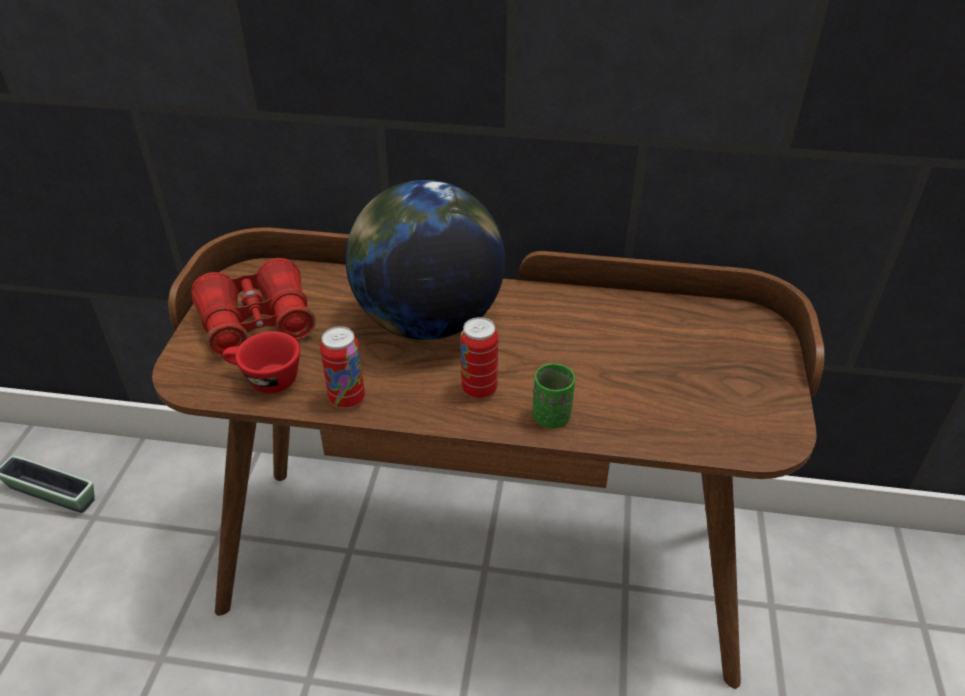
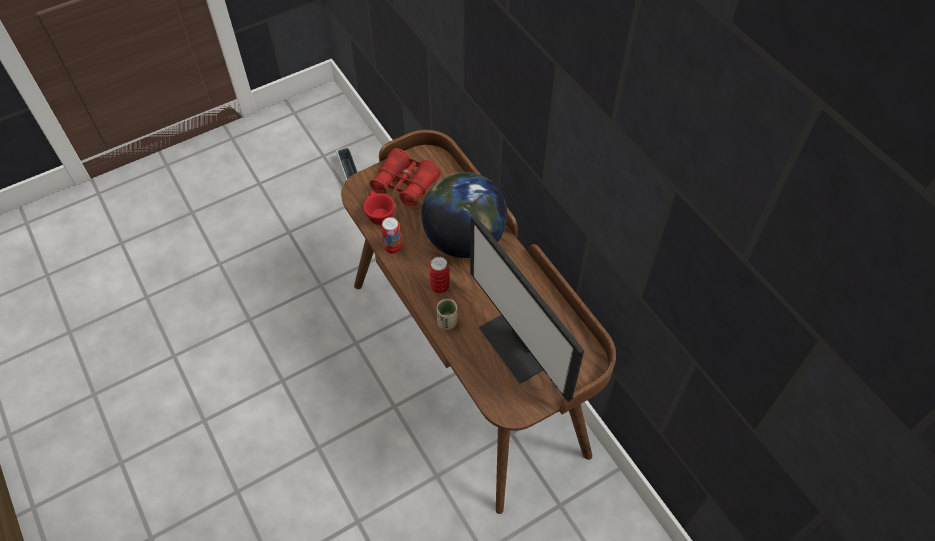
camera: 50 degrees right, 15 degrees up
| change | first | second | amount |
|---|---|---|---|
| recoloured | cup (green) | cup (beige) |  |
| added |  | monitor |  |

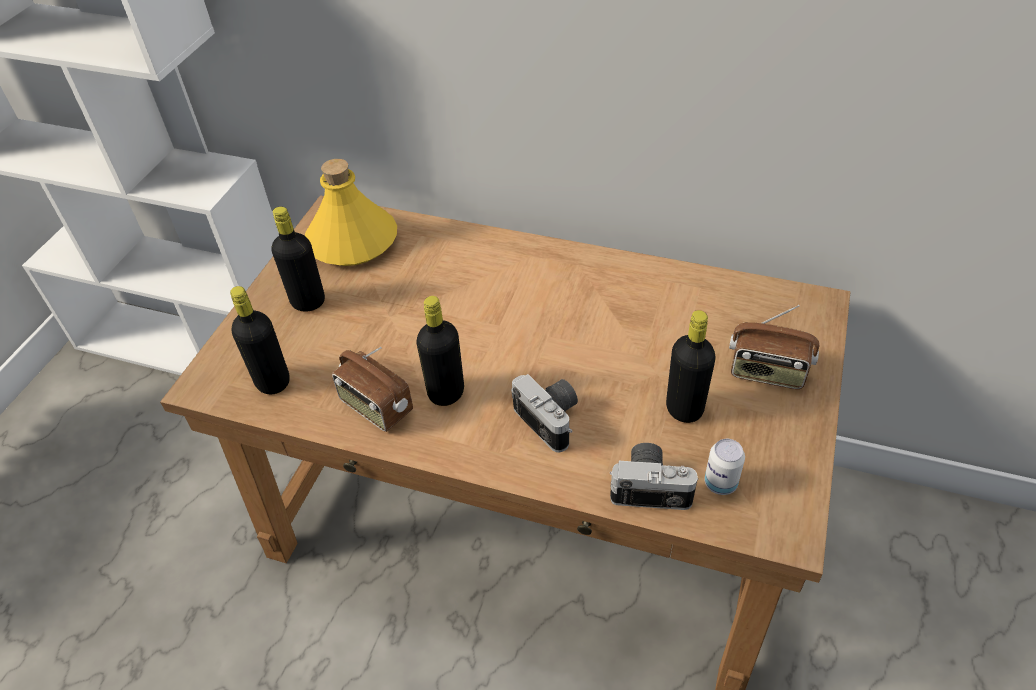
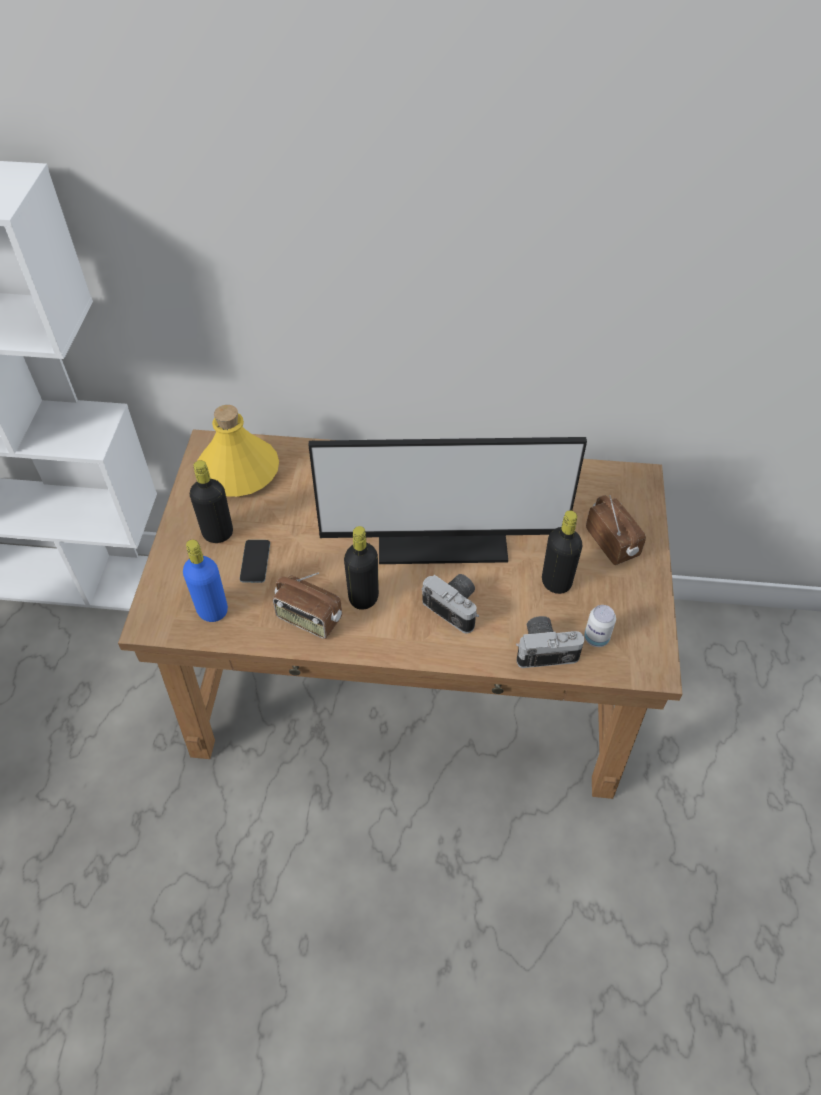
camera: 15 degrees left, 5 degrees up
| change | first | second | amount |
|---|---|---|---|
| recoloured | bottle (black) (1st from left) | bottle (blue) |  |
| added |  | phone |  |
| added |  | monitor |  |
| turned | radio (2nd from left) |  | 120 degrees counterclockwise |

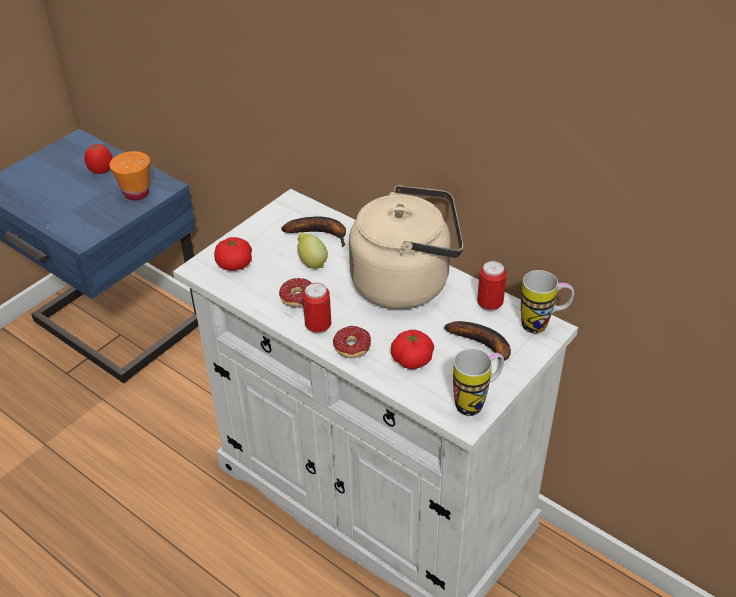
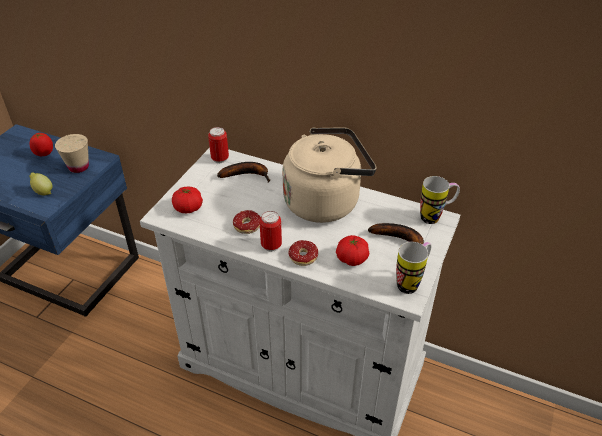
camera: 15 degrees left, 0 degrees up
| change | first | second | amount |
|---|---|---|---|
| moved | lemon |  |  |
| recoloured | cup (orange) | cup (beige) |  |
| moved | can (2nd from left in the first image) | can (1st from left) |  |

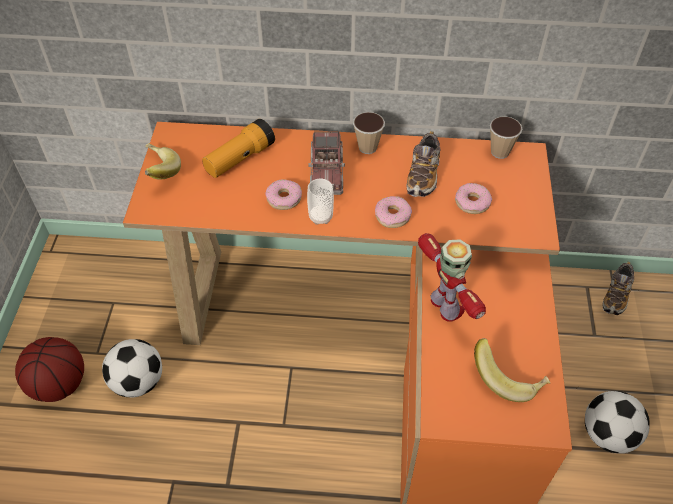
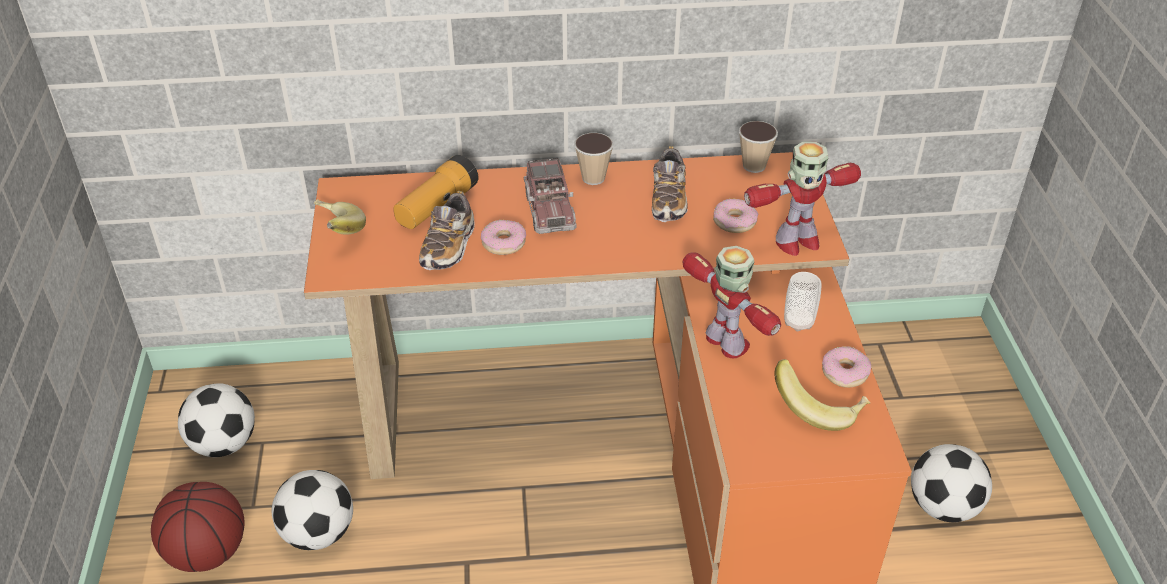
camera: 10 degrees left, 10 degrees down
| change | first | second | amount |
|---|---|---|---|
| added |  | football (1st from left) |  |
| moved | shoe (2nd from left in the first image) | shoe (1st from left) |  |
| added |  | toy robot (2nd from left) |  |
| moved | cup (1st from left in the first image) | cup (3rd from left) |  |
| moved | donut (2nd from left in the first image) | donut (3rd from left) |  |

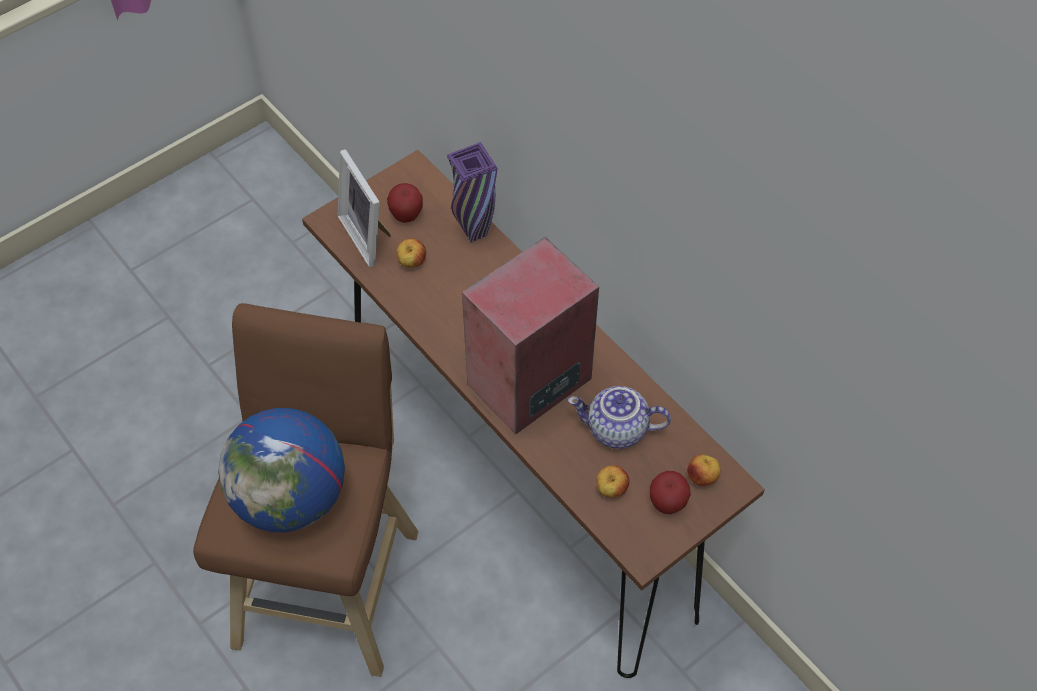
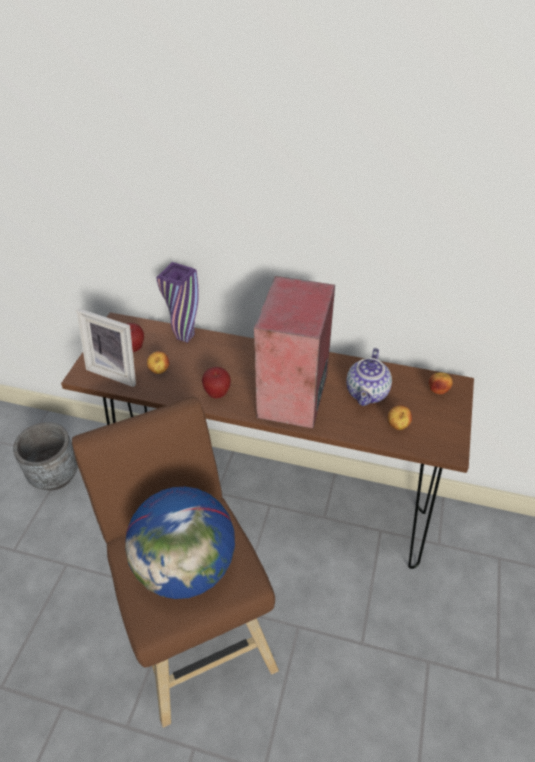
camera: 35 degrees left, 10 degrees down
| change | first | second | amount |
|---|---|---|---|
| added |  | planter (grey) |  |
| moved | apple (4th from left in the first image) | apple (3rd from left) |  |
| turned | teapot |  | 45 degrees counterclockwise |

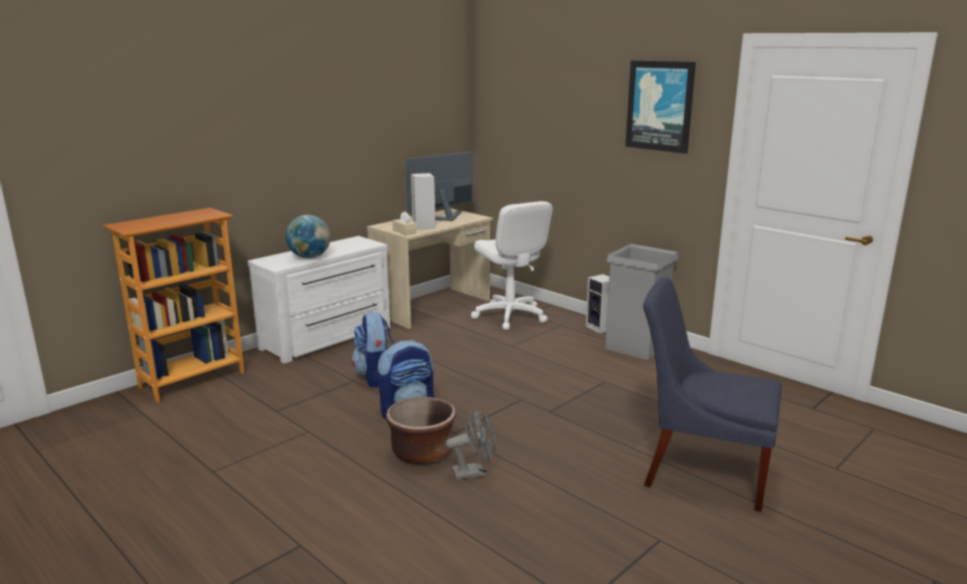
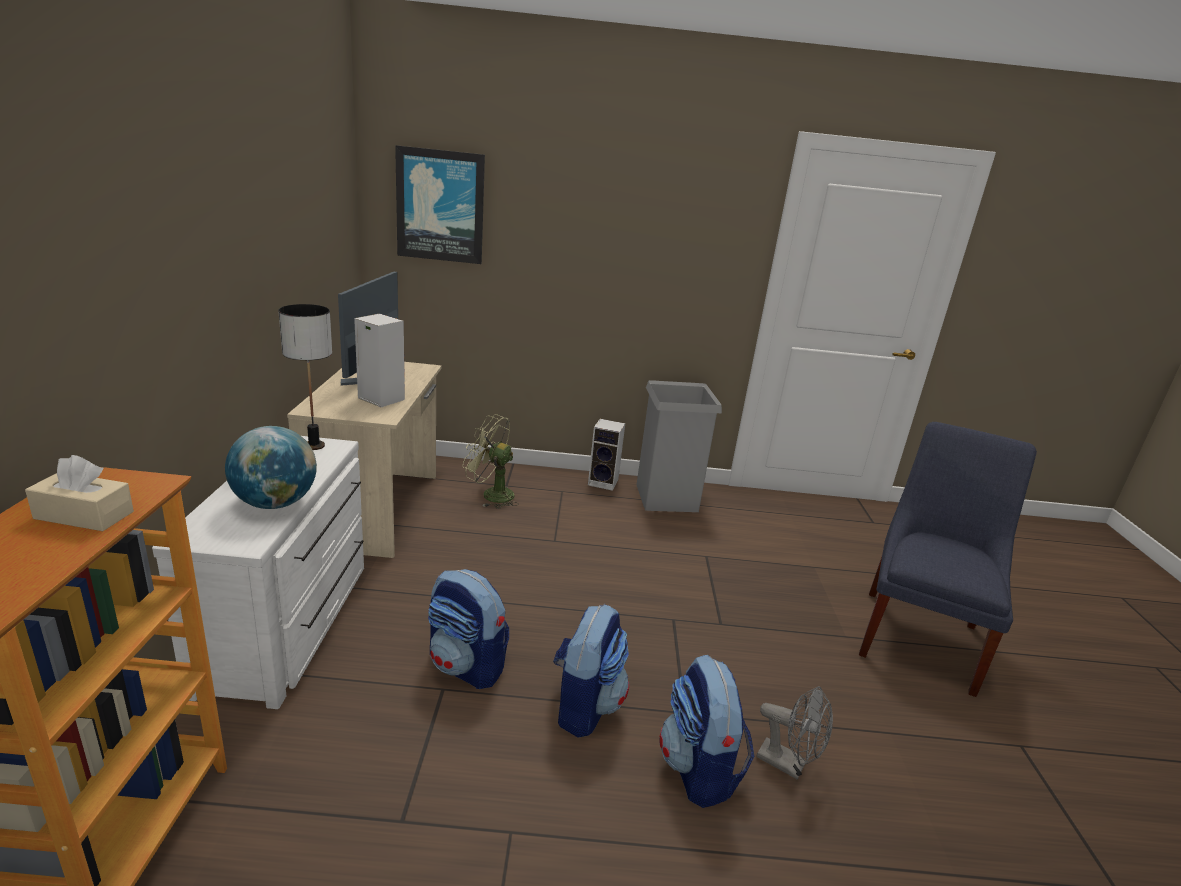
camera: 45 degrees left, 5 degrees up
| change | first | second | amount |
|---|---|---|---|
| moved | tissue box (beige) |  |  |
| added |  | table lamp |  |
| moved | picture |  |  |
| replaced | office chair (white) | fan (green) |  |
| replaced | planter (brown) | backpack (3rd from left) |  |
| turned | fan (grey) |  | 90 degrees clockwise |
| turned | chair (blue) |  | 135 degrees clockwise |

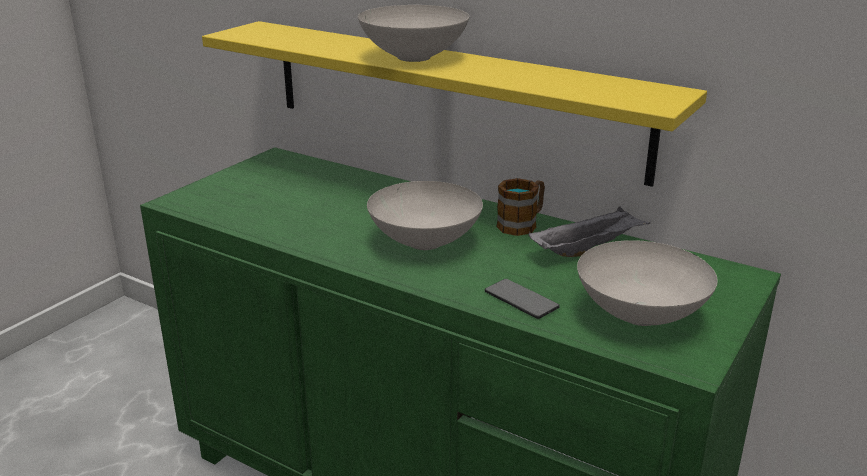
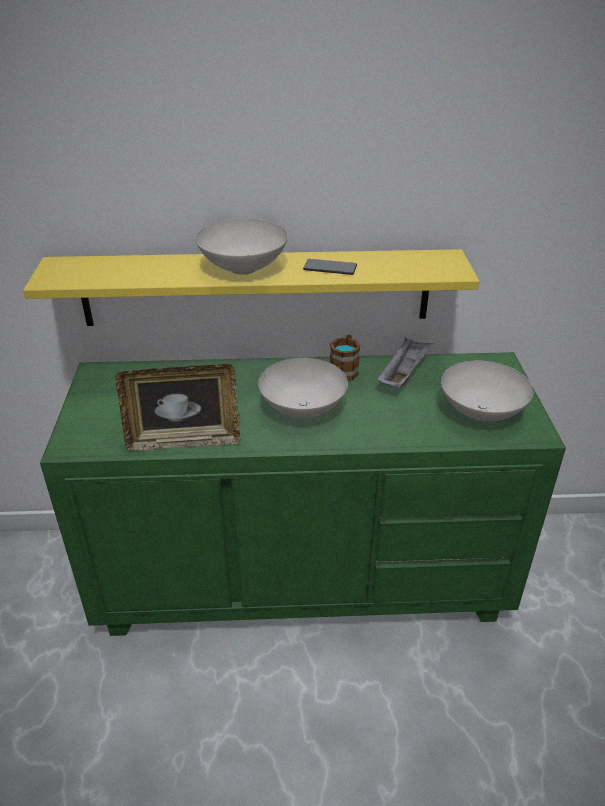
camera: 35 degrees left, 10 degrees up
| change | first | second | amount |
|---|---|---|---|
| added |  | picture frame |  |
| moved | phone |  |  |

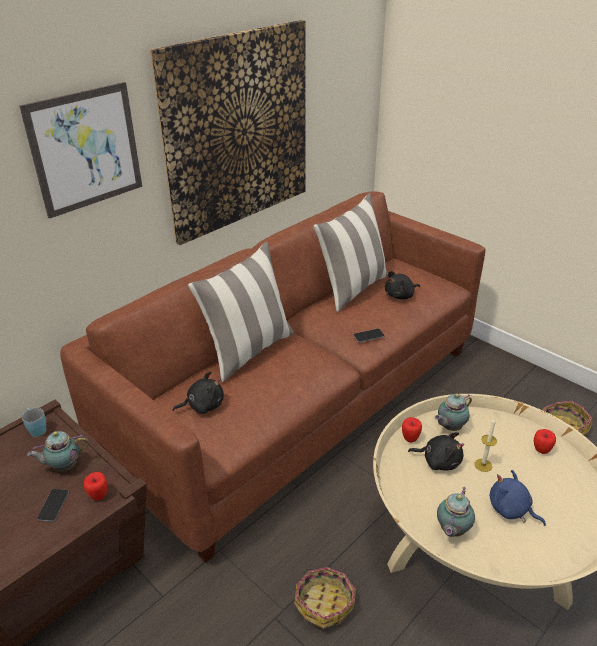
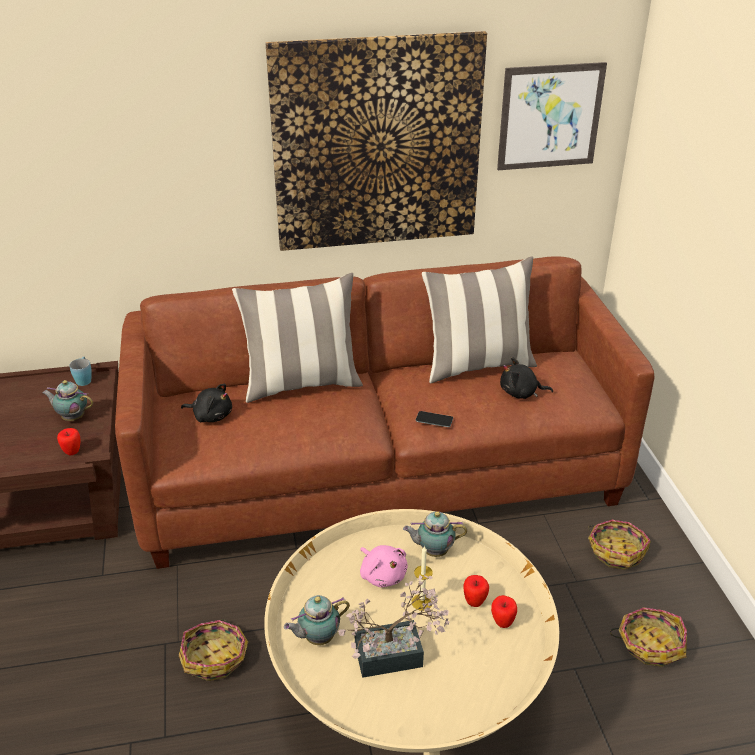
camera: 35 degrees right, 0 degrees up
| change | first | second | amount |
|---|---|---|---|
| replaced | plush toy (blue) | potted plant |  |
| recoloured | plush toy (black) (3rd from left) | plush toy (pink) |  |
| moved | apple (2nd from left) |  |  |
| moved | picture (1st from left in the first image) | picture (2nd from left) |  |
| added |  | basket (2nd from left) |  |
| removed | phone (1st from left) |  |  |

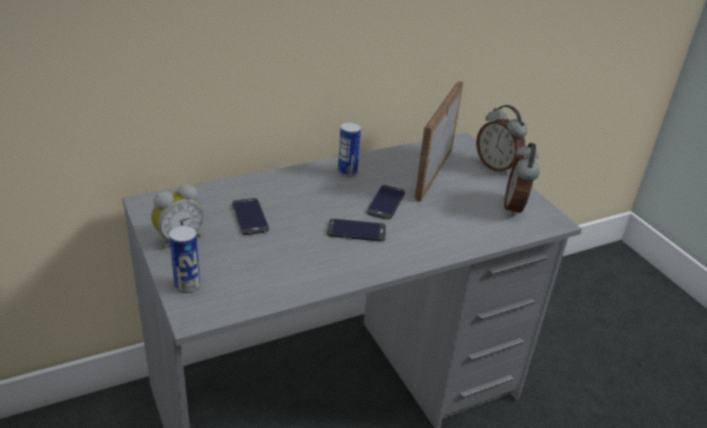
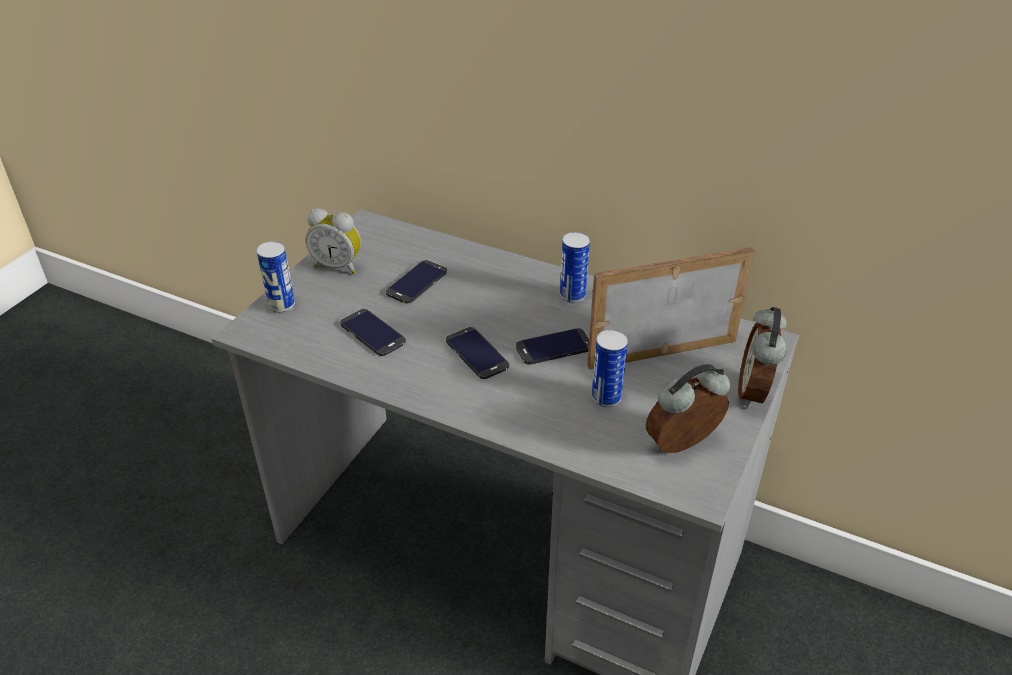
camera: 55 degrees right, 5 degrees up
| change | first | second | amount |
|---|---|---|---|
| added |  | phone (1st from left) |  |
| added |  | can (3rd from left) |  |

